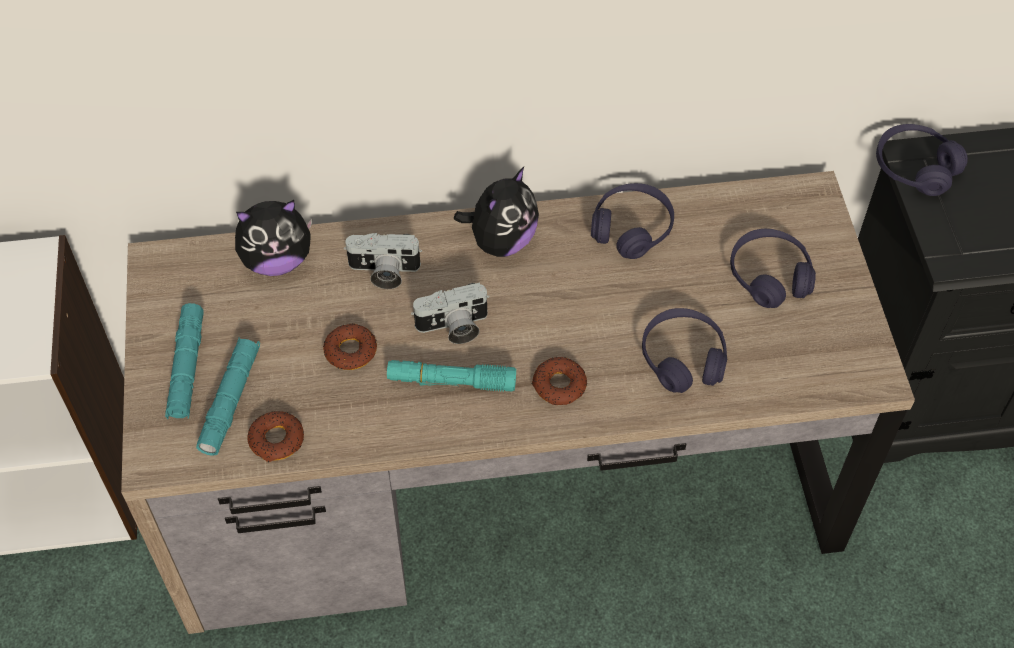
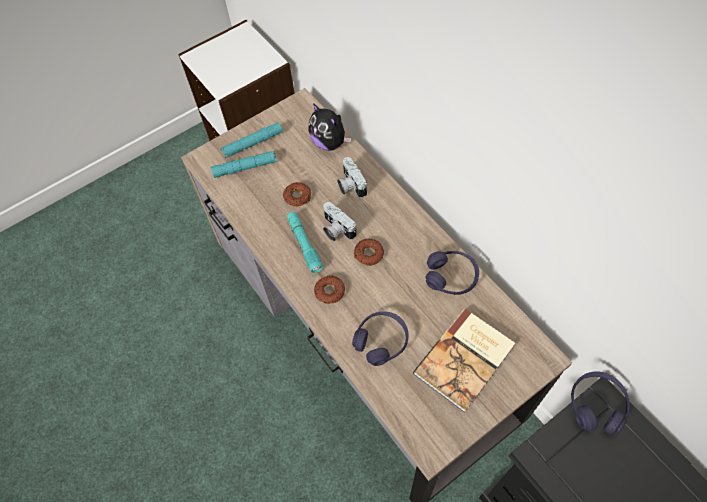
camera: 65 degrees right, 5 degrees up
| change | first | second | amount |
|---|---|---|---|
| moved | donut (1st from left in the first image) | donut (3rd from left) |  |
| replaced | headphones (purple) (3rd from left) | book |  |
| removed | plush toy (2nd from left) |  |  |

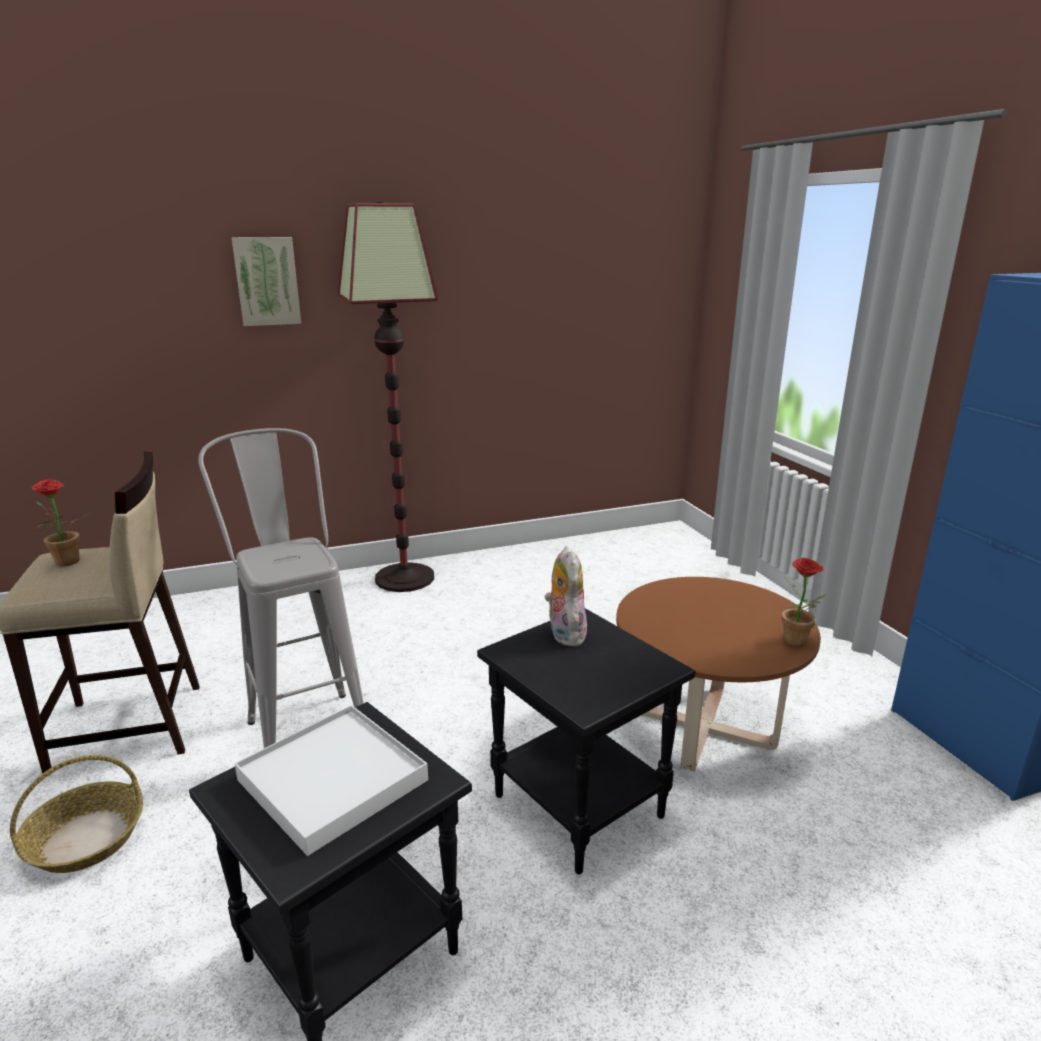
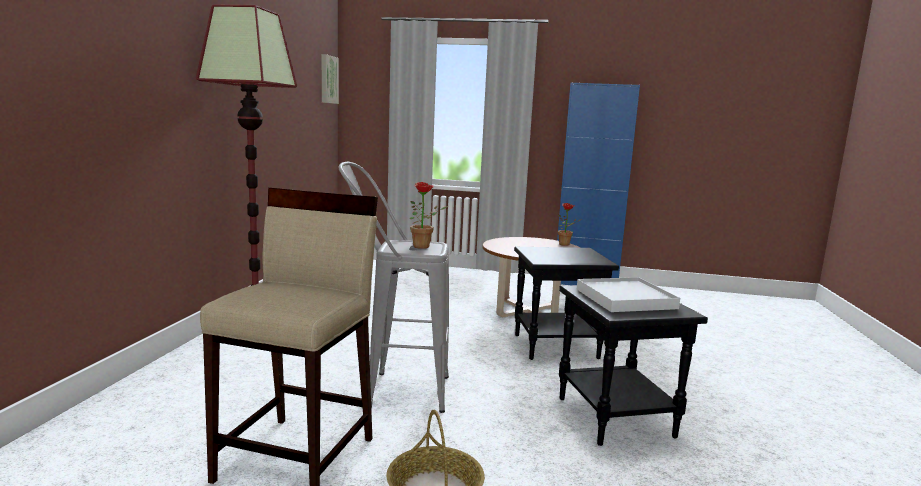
camera: 60 degrees left, 10 degrees down
| change | first | second | amount |
|---|---|---|---|
| moved | picture |  |  |
| moved | potted plant (1st from left) |  |  |
| removed | plush toy |  |  |

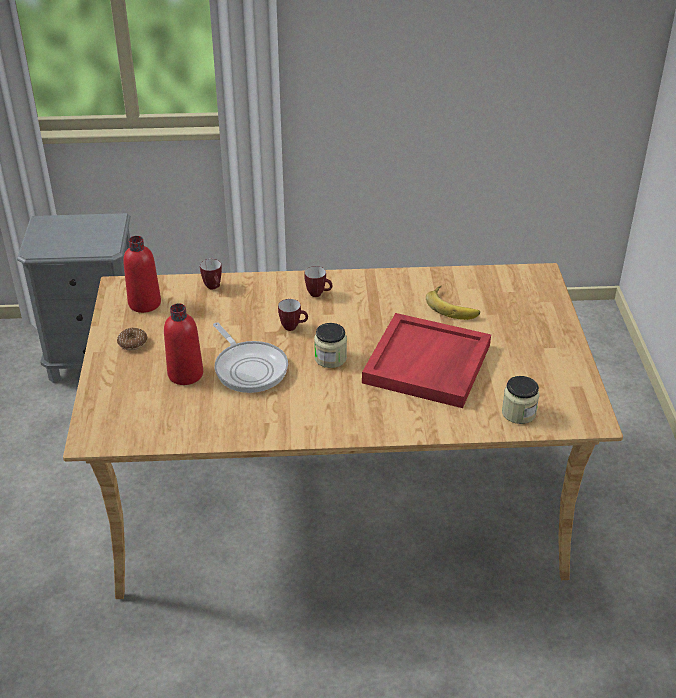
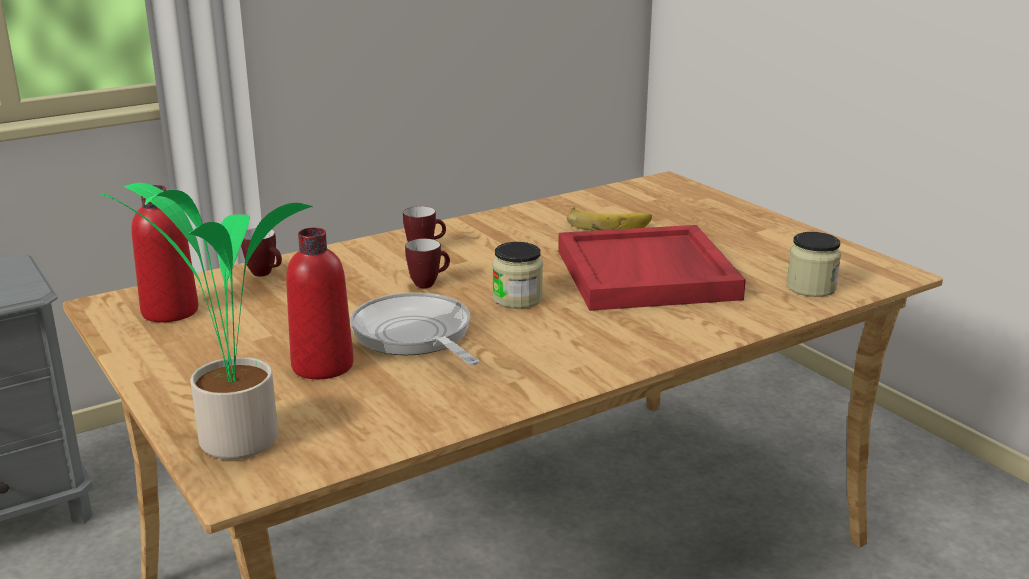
camera: 30 degrees left, 15 degrees down
| change | first | second | amount |
|---|---|---|---|
| added |  | potted plant |  |
| turned | frying pan |  | 150 degrees counterclockwise |
| removed | donut |  |  |

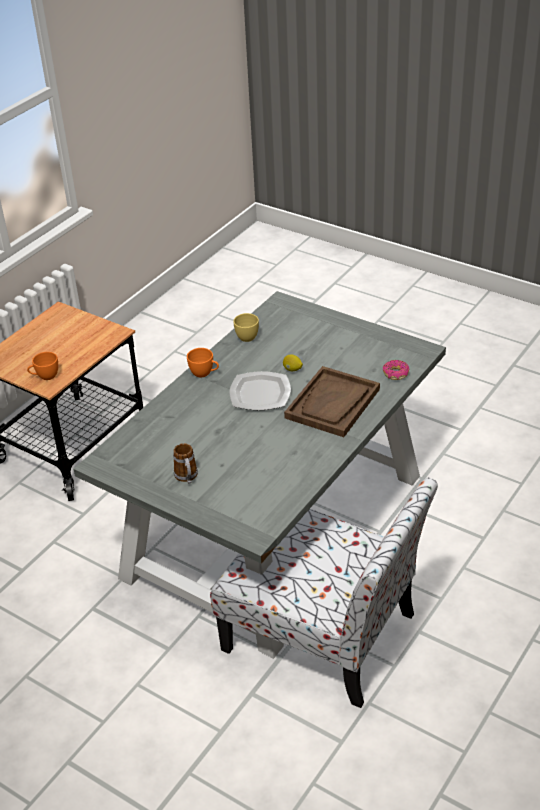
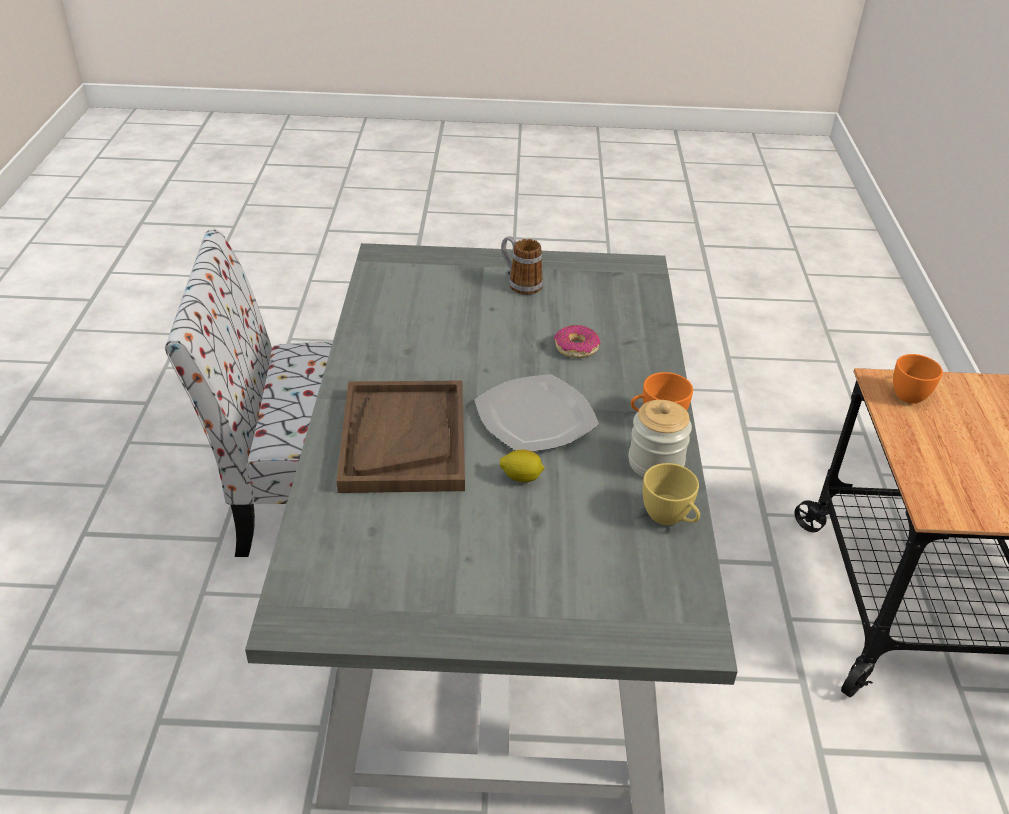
camera: 145 degrees right, 0 degrees up
| change | first | second | amount |
|---|---|---|---|
| moved | donut |  |  |
| added |  | jar |  |

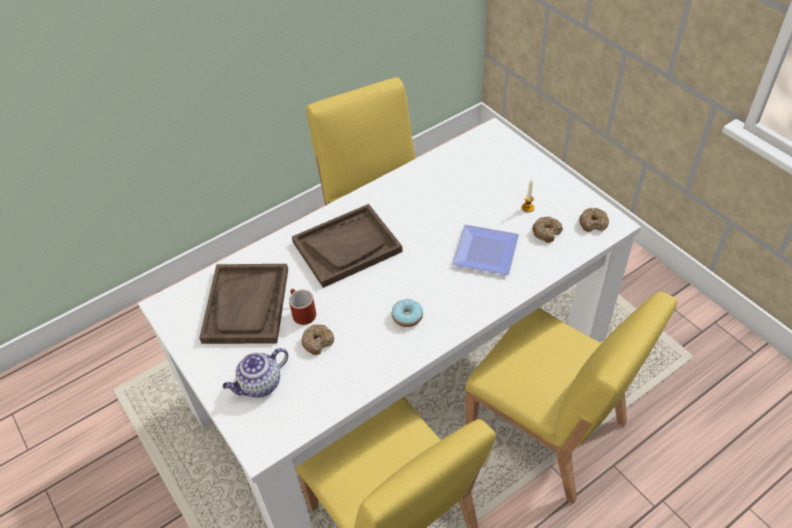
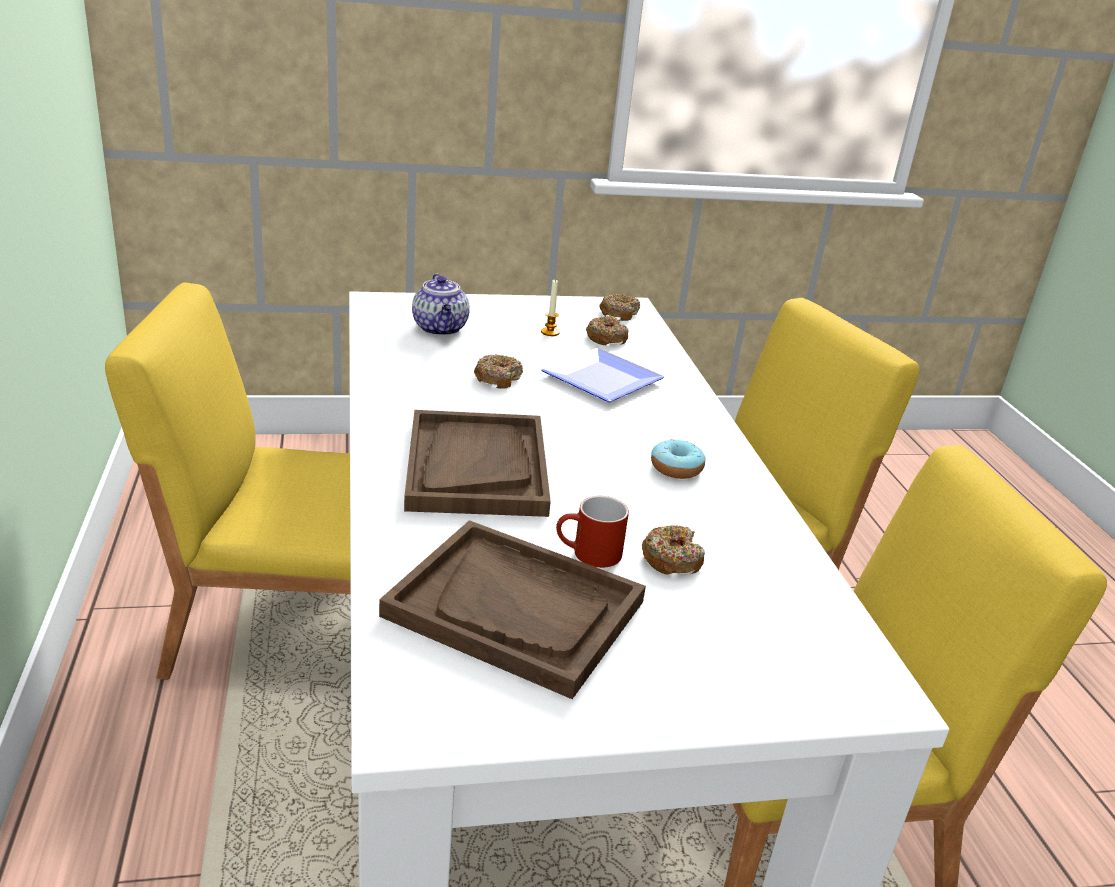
camera: 70 degrees left, 20 degrees down
| change | first | second | amount |
|---|---|---|---|
| moved | teapot |  |  |
| added |  | donut (1st from left) |  |

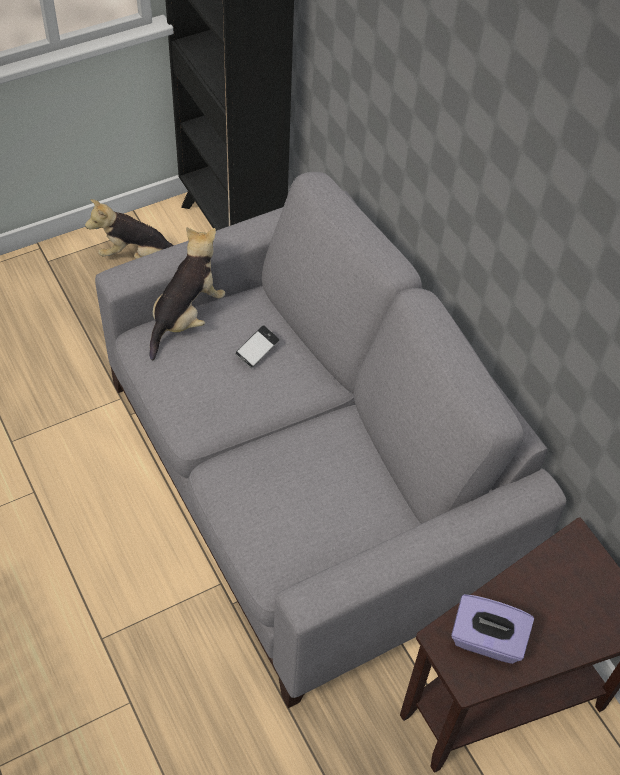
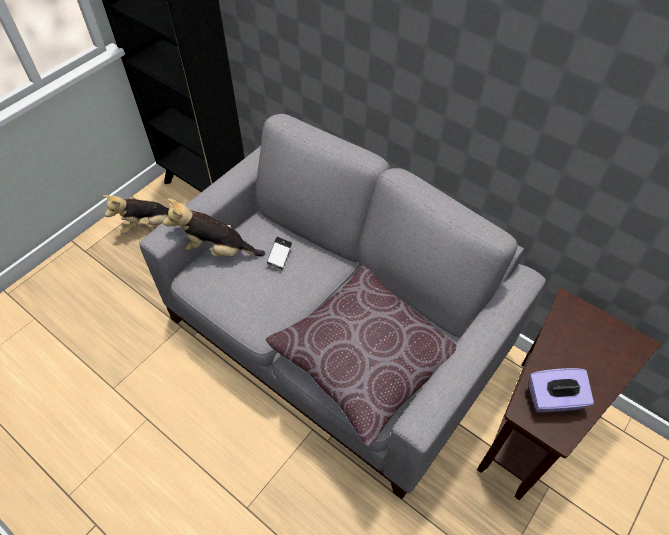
camera: 20 degrees left, 0 degrees up
| change | first | second | amount |
|---|---|---|---|
| turned | plush toy (2nd from left) |  | 90 degrees counterclockwise |
| added |  | pillow (brown) |  |

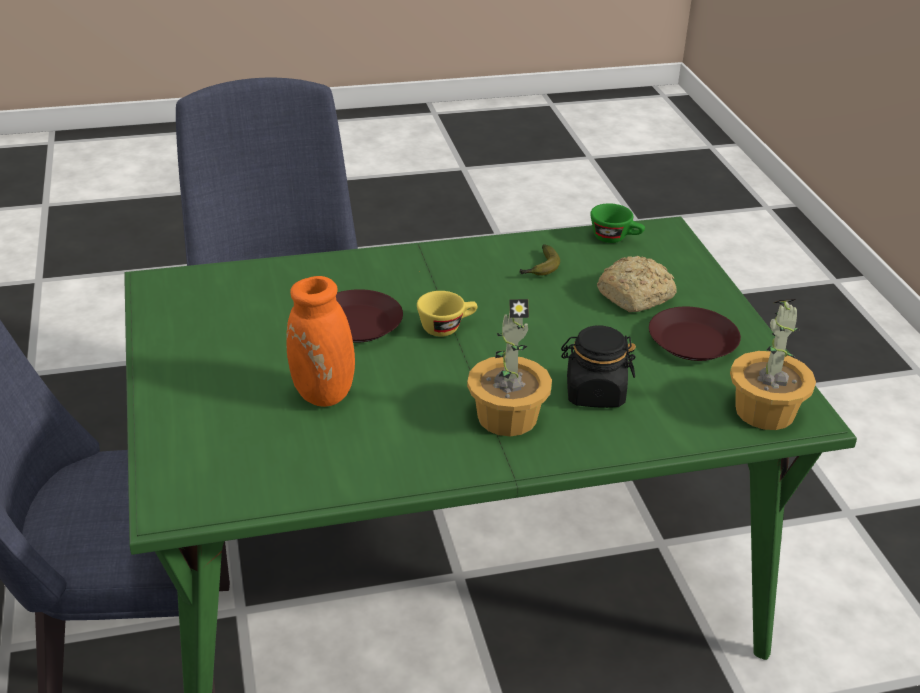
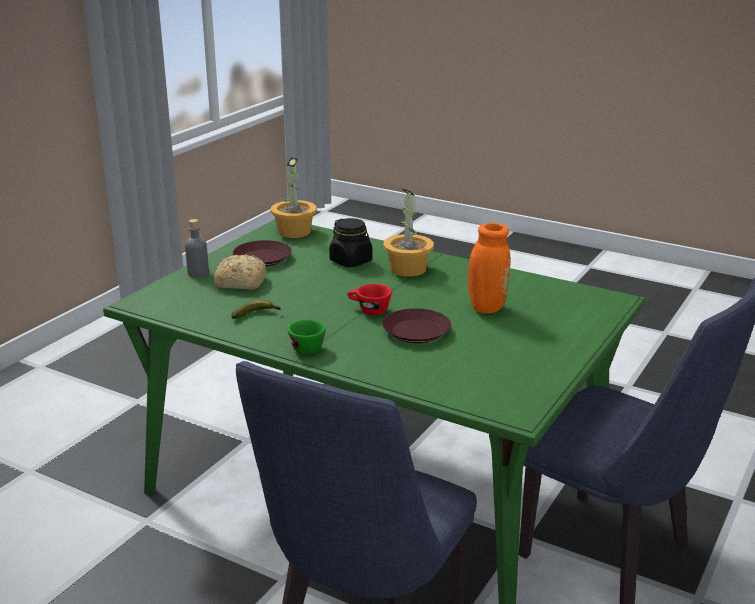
camera: 135 degrees left, 10 degrees down
| change | first | second | amount |
|---|---|---|---|
| added |  | bottle (grey) |  |
| moved | cup (green) |  |  |
| recoloured | cup (yellow) | cup (red) |  |

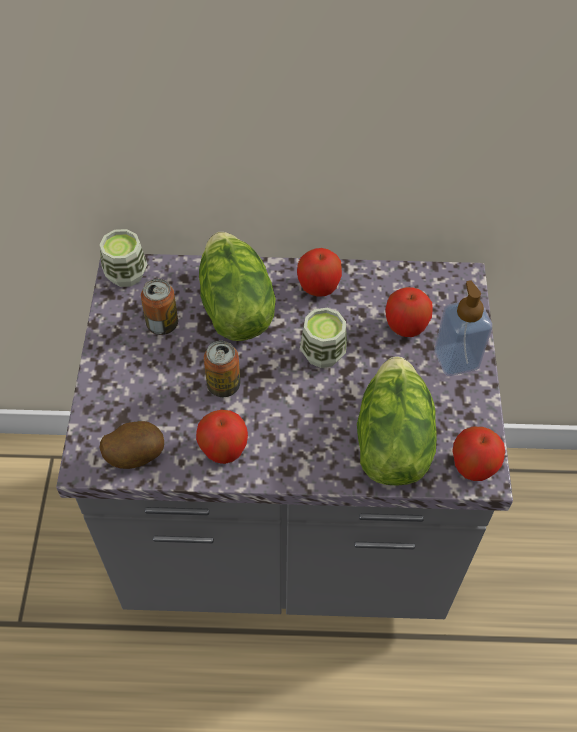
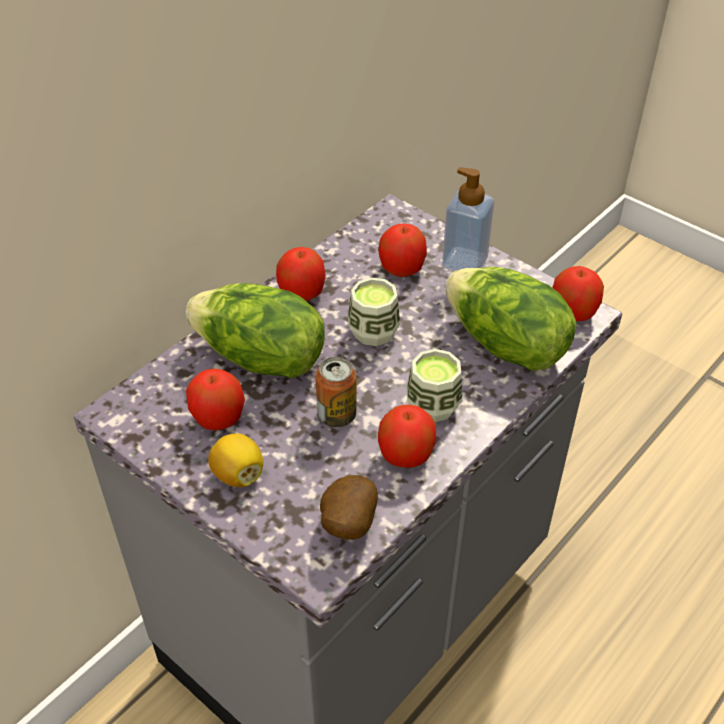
camera: 50 degrees left, 10 degrees down
| change | first | second | amount |
|---|---|---|---|
| replaced | can (1st from left) | apple (1st from left) |  |
| added |  | lemon |  |
| moved | cup (1st from left in the first image) | cup (2nd from left) |  |

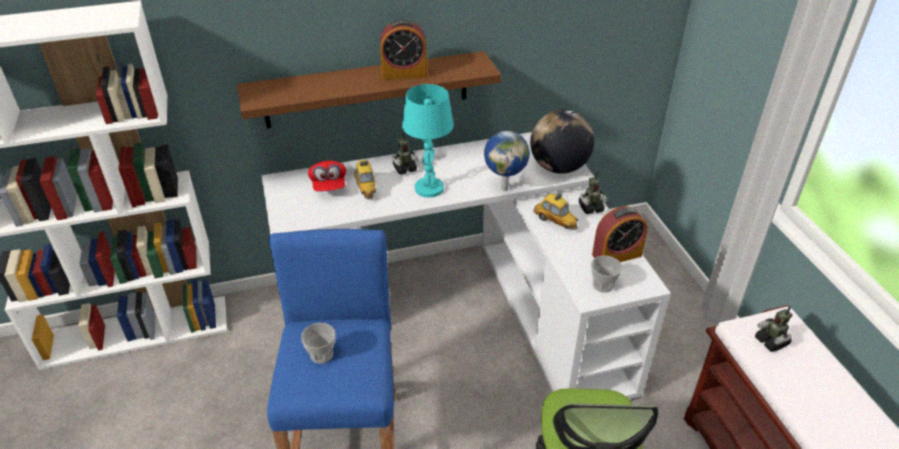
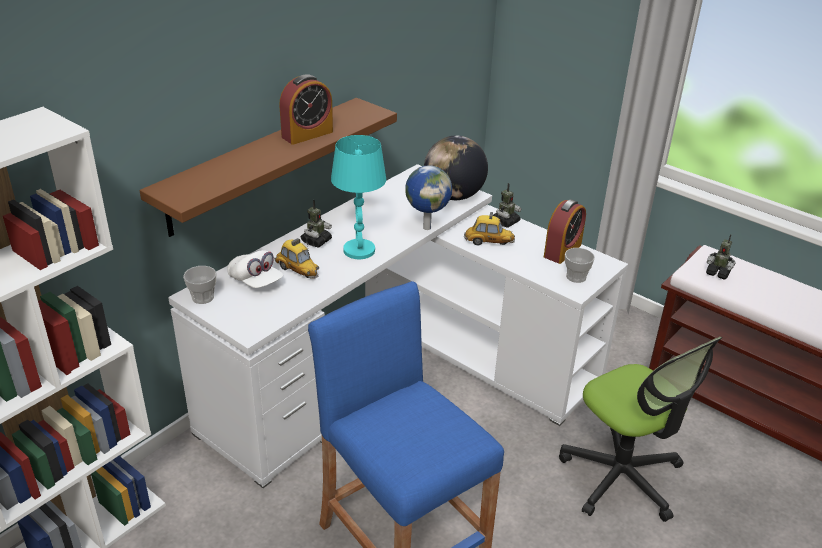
camera: 35 degrees left, 5 degrees down
| change | first | second | amount |
|---|---|---|---|
| moved | cup (1st from left) |  |  |
| recoloured | cap (red) | cap (white) |  |

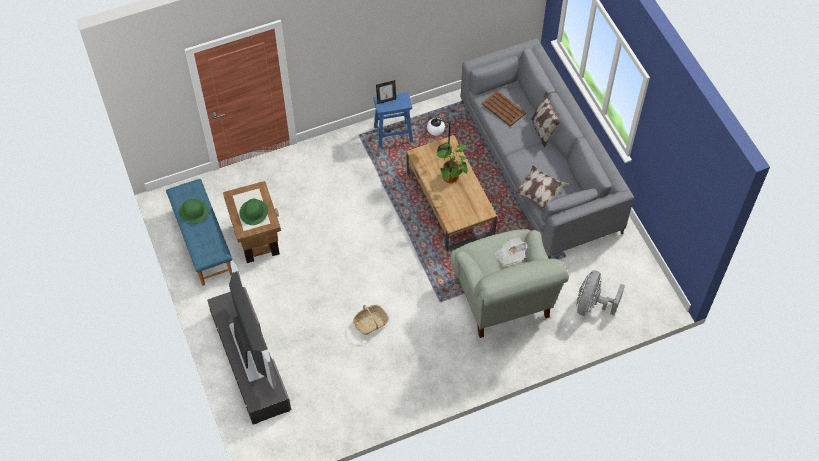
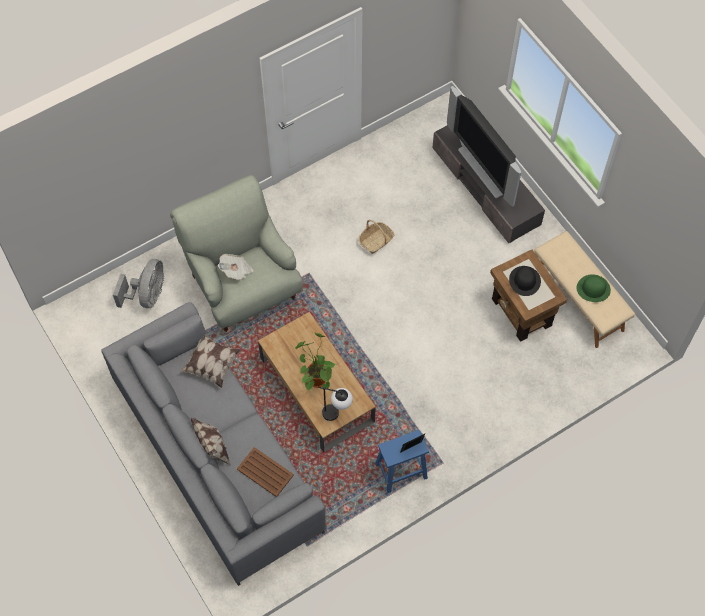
camera: 170 degrees right, 5 degrees up
| change | first | second | amount |
|---|---|---|---|
| recoloured | hat (green) (2nd from left) | hat (black) |  |
| recoloured | bench (blue) | bench (beige) |  |

